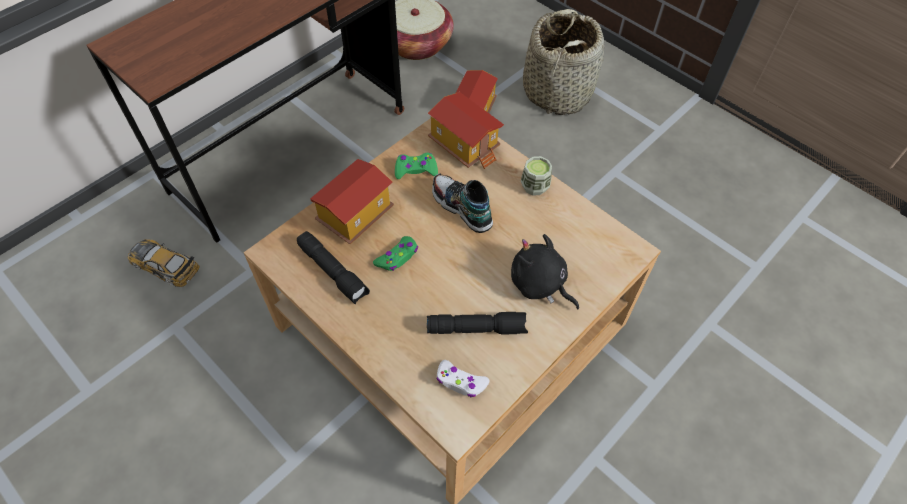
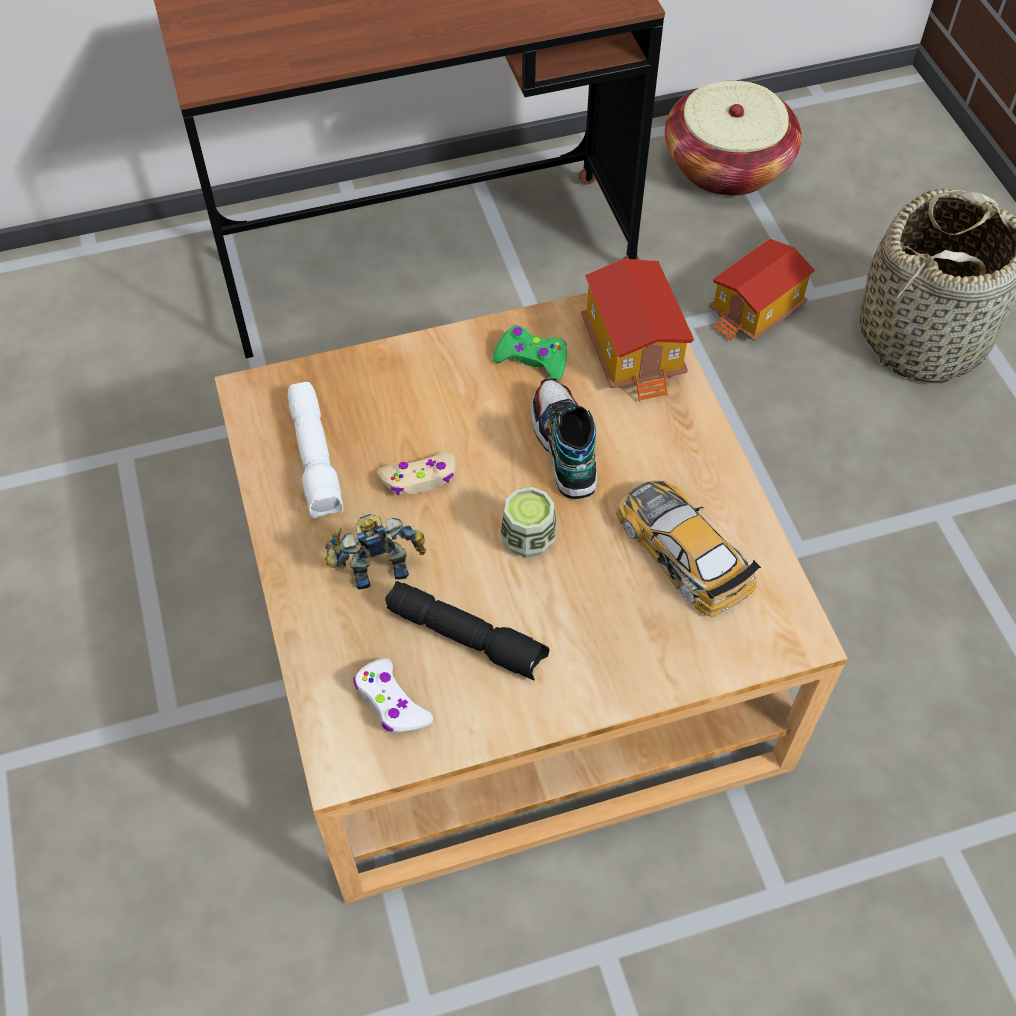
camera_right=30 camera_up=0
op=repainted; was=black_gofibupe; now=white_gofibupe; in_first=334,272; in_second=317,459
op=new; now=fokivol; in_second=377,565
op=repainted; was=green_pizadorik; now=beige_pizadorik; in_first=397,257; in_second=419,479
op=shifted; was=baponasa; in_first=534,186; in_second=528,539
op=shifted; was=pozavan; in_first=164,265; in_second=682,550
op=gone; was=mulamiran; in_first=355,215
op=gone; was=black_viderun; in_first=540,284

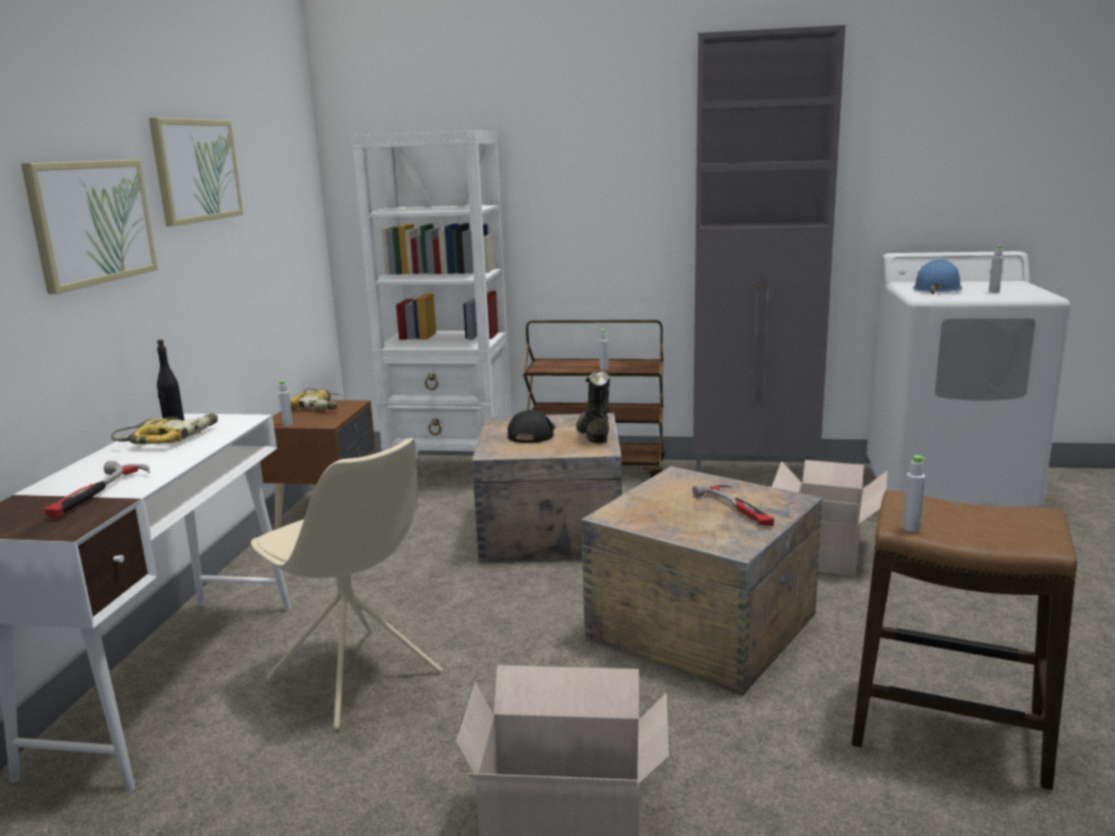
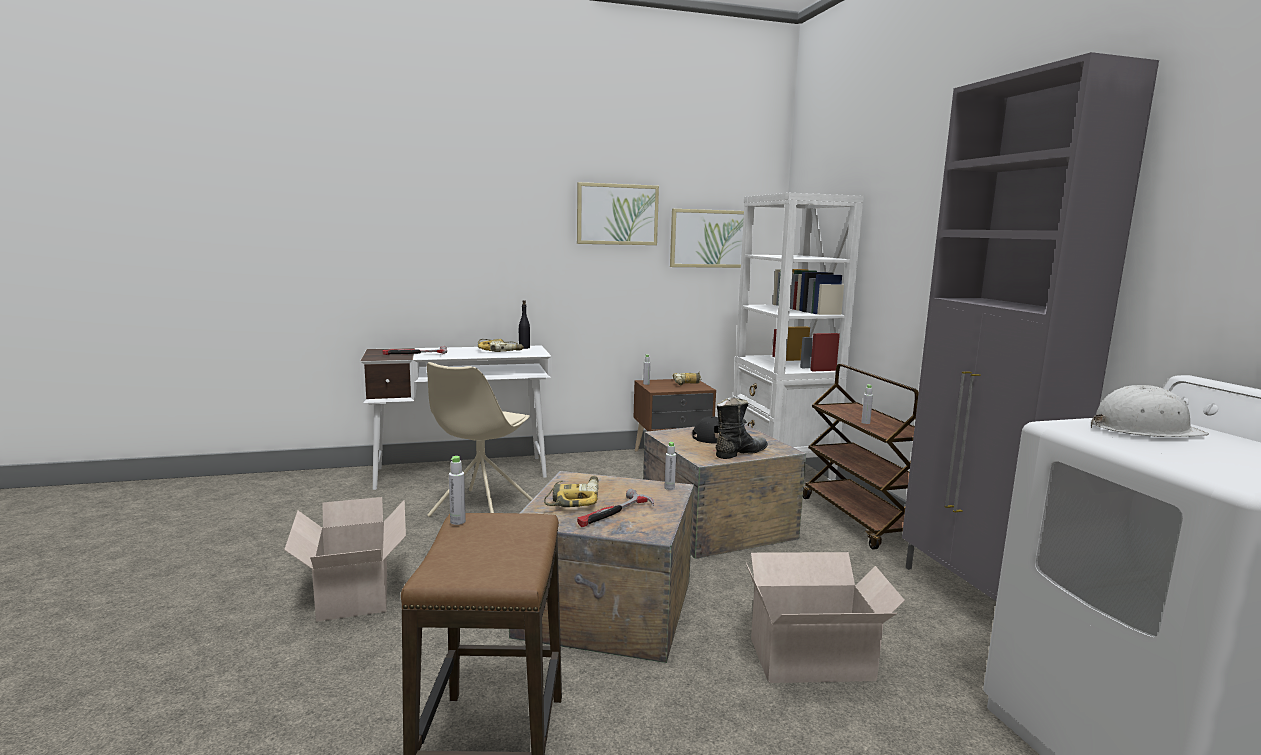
camera_right=65 camera_up=-5
op=new; now=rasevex; in_second=573,499
op=shifted; was=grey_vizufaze; in_first=994,291; in_second=669,488
op=shifted; was=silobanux; in_first=92,222; in_second=708,238
op=repainted; was=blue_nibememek; now=white_nibememek; in_first=937,289; in_second=1143,430

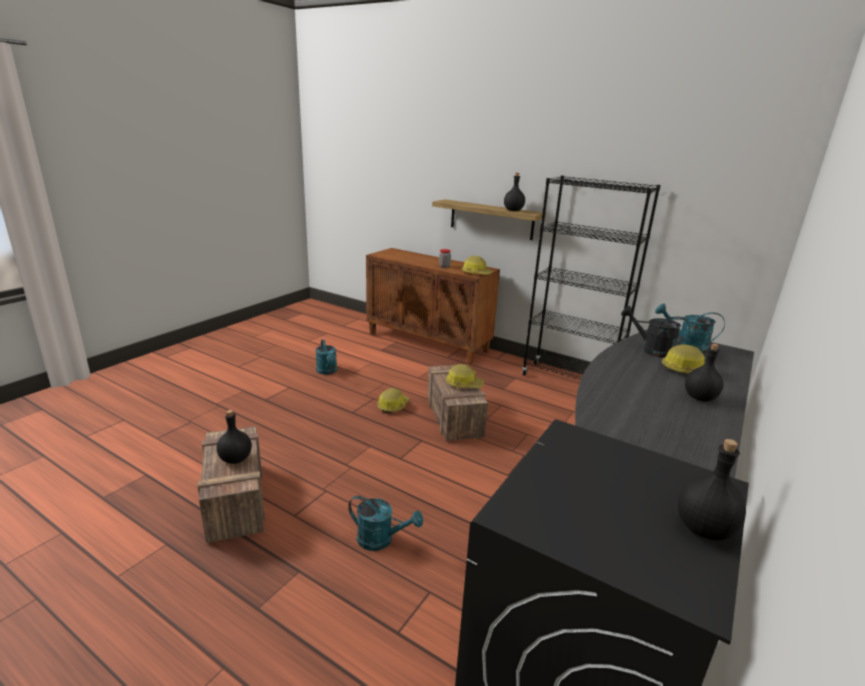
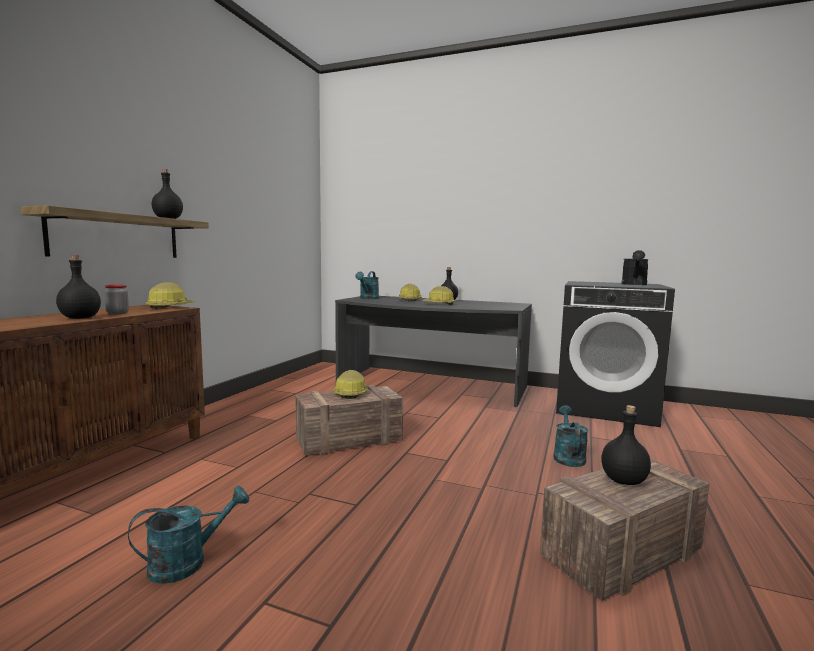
camera_right=-100 camera_up=-15
op=shifted; was=black_vizufaze; in_first=702,528; in_second=79,318
op=shifted; was=nibememek; in_first=393,406; in_second=439,304
op=shifted; was=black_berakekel; in_first=651,350; in_second=634,284
op=gone; was=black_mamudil; in_first=569,381

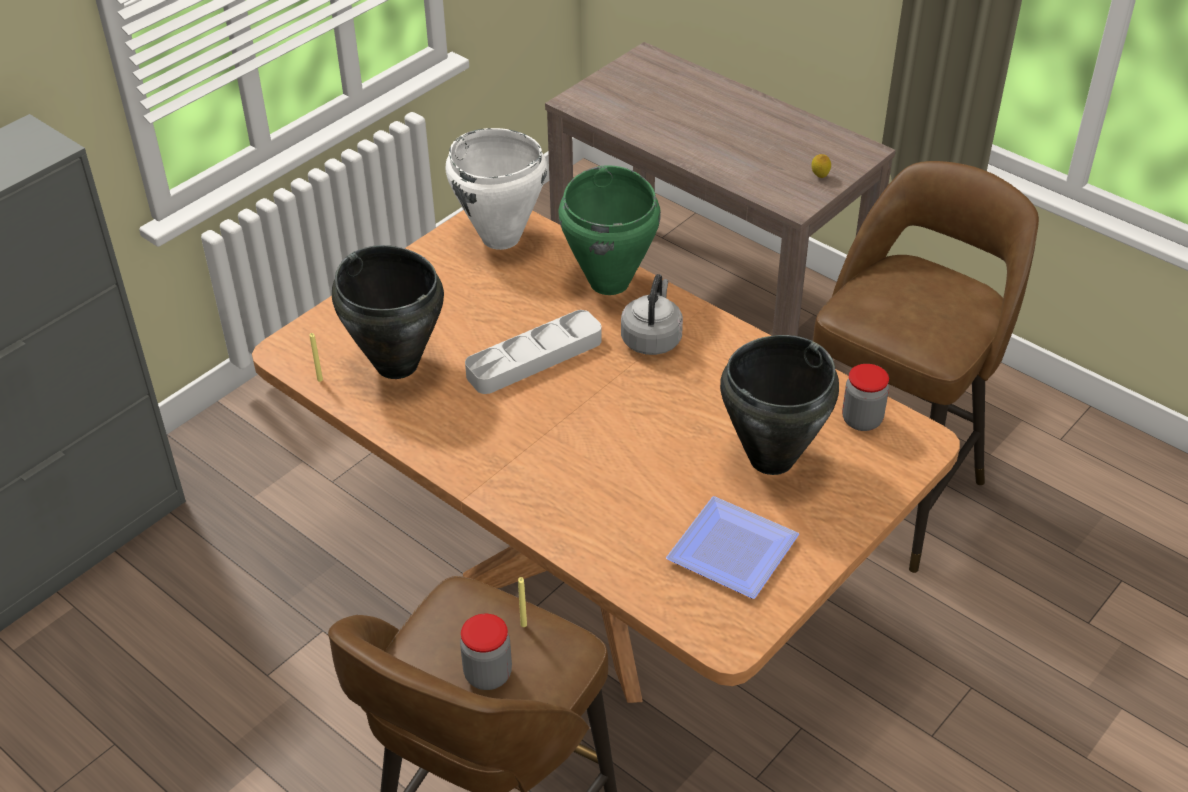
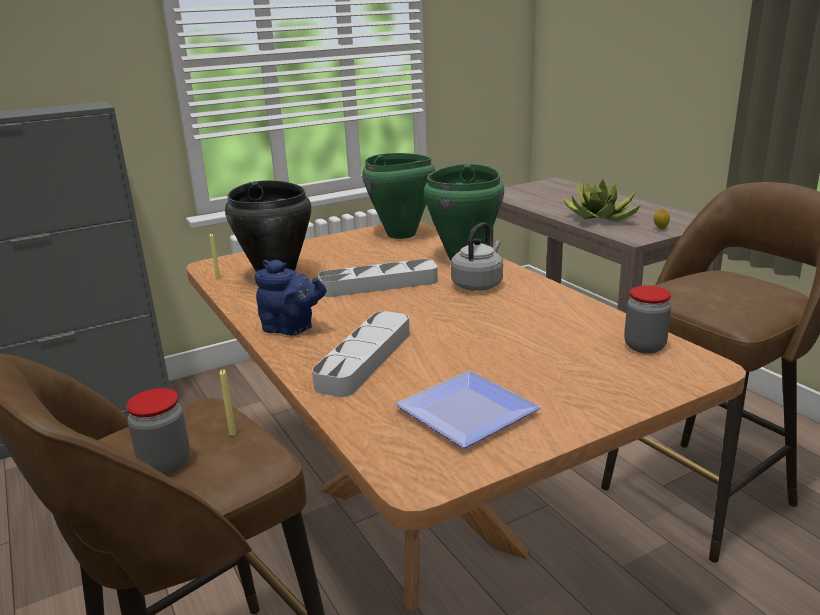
camera_right=20 camera_up=-20
op=new; now=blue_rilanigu; in_second=291,329
op=new; now=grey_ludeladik; in_second=365,359
op=repainted; was=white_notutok; now=green_notutok; in_first=501,238; in_second=401,234
op=new; now=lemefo; in_second=600,218
op=gone; was=black_notutok; in_first=770,458

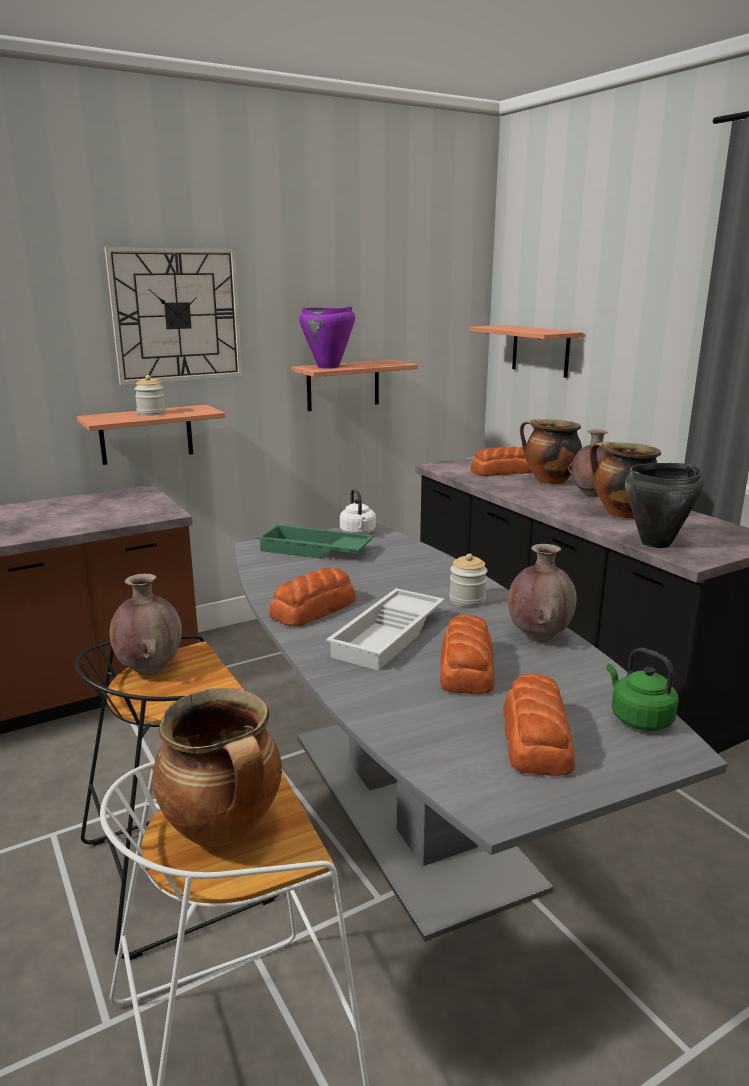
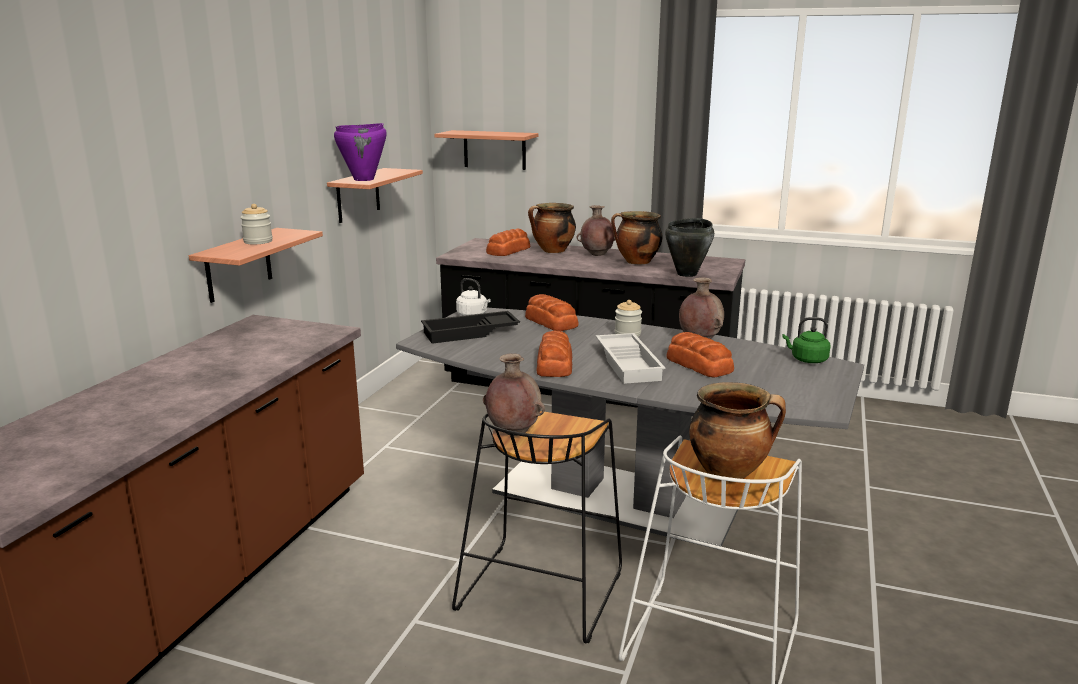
camera_right=-40 camera_up=0
op=repainted; was=green_ludeladik; now=black_ludeladik; in_first=314,550; in_second=470,333
op=shifted; was=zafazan; in_first=537,738; in_second=551,322
op=gone; was=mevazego; in_first=177,315

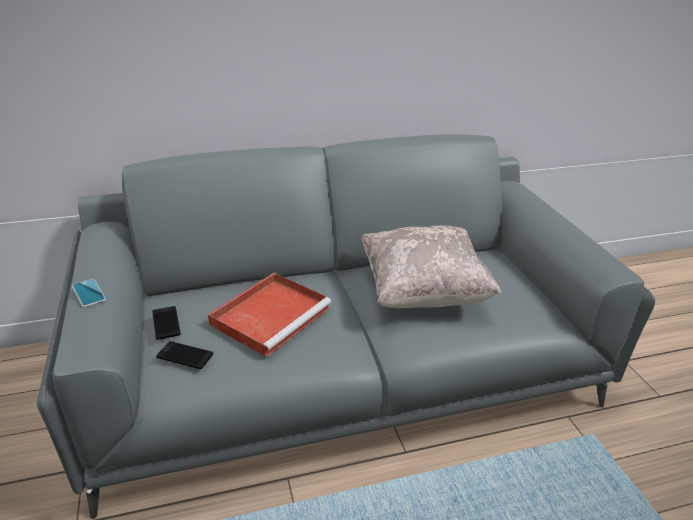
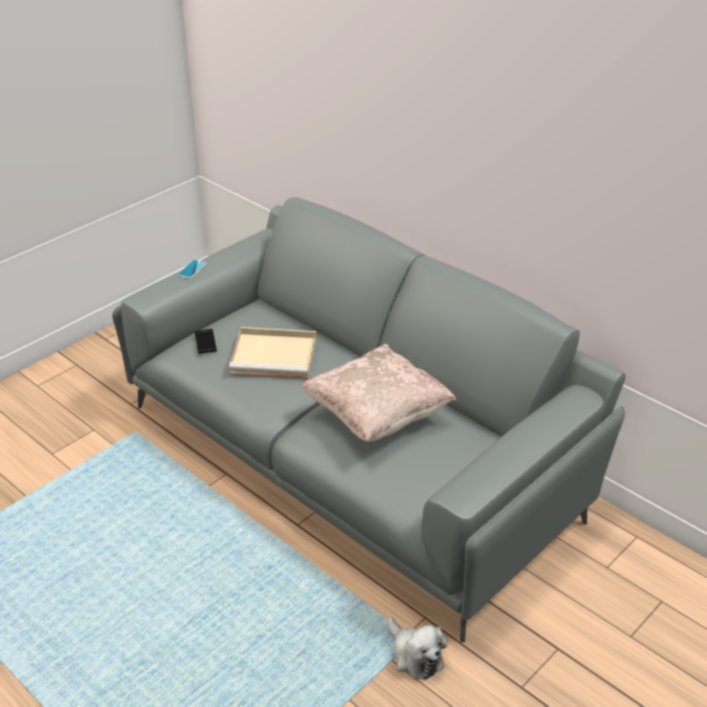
camera_right=60 camera_up=5
op=repainted; was=red_ludeladik; now=beige_ludeladik; in_first=271,315; in_second=276,355
op=new; now=viderun; in_second=415,655
op=gone; was=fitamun; in_first=166,323

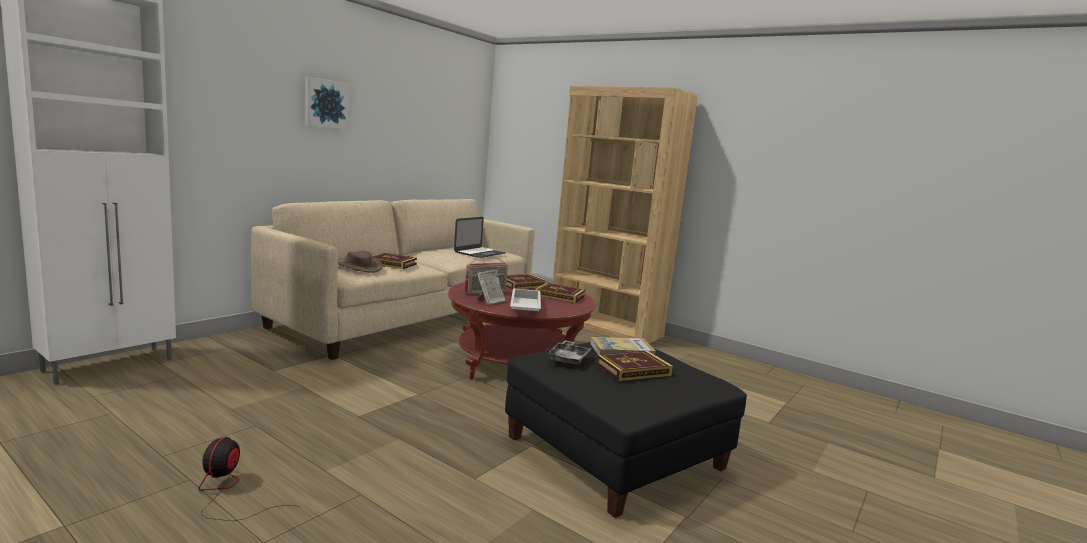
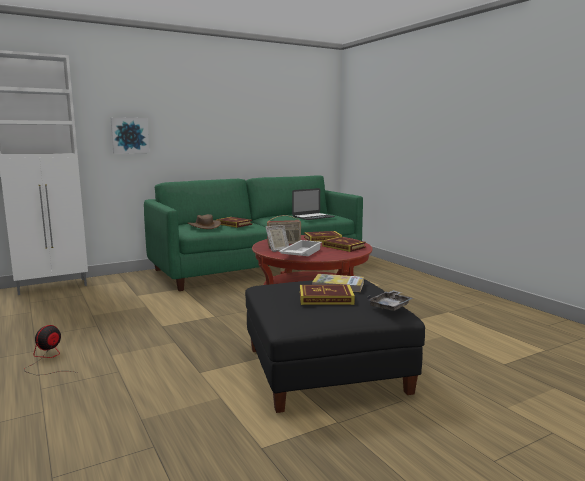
camera_right=25 camera_up=0
op=shifted; was=silobanux; in_first=325,104; in_second=129,135
op=repainted; was=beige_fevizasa; now=green_fevizasa; in_first=407,317; in_second=258,266
op=shifted; was=grey_ludeladik; in_first=568,359; in_second=390,306
op=gone; was=brown_mamudil; in_first=605,327

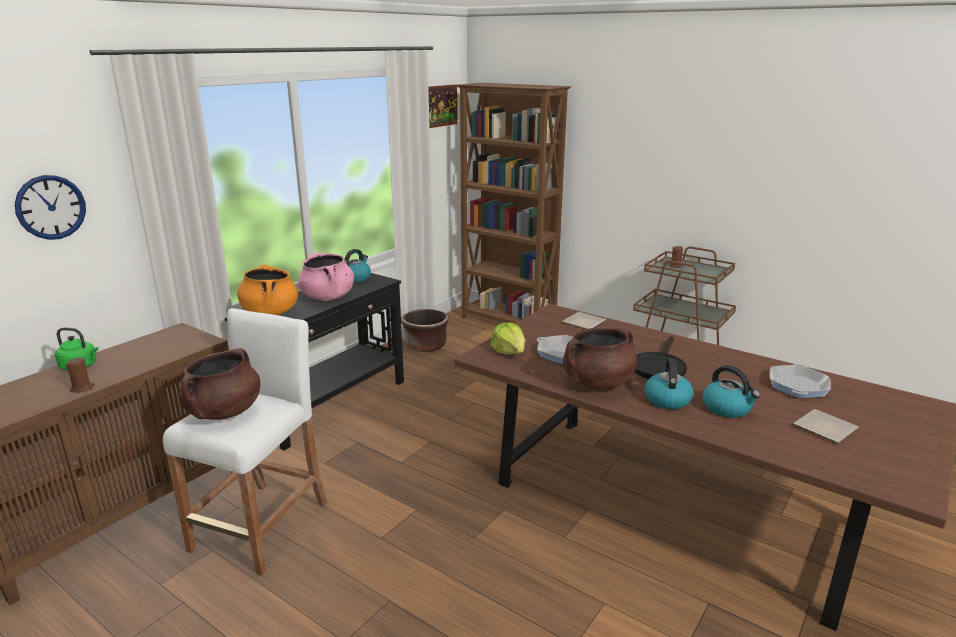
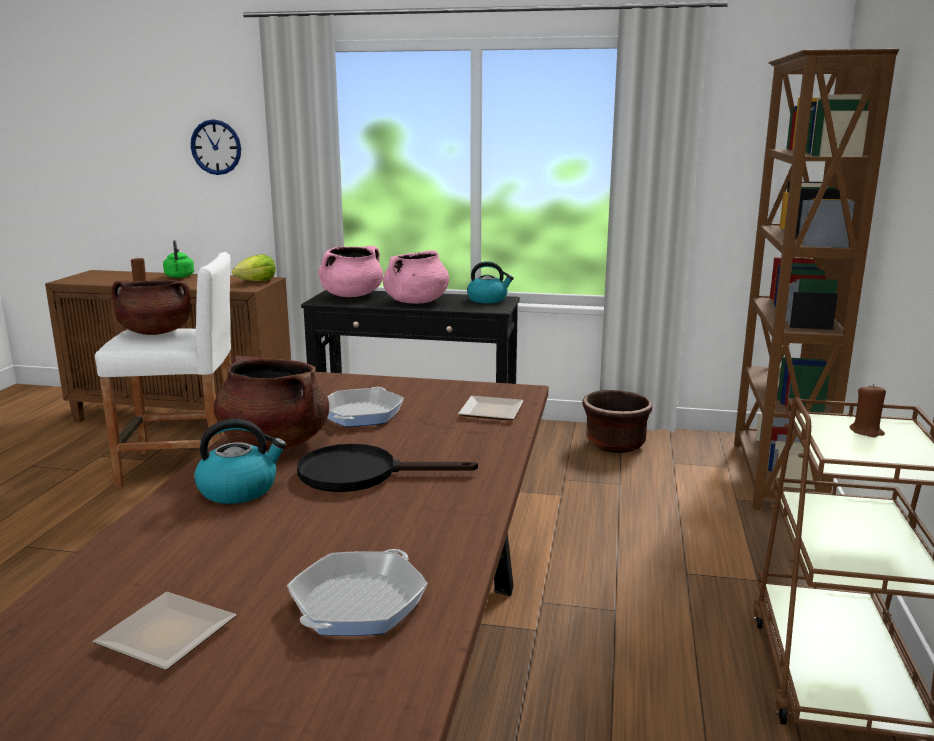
camera_right=65 camera_up=-5
op=shifted; was=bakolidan; in_first=509,351; in_second=256,282
op=rotated; was=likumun; in_first=797,386; in_second=358,603; clockwise=120
op=repainted; was=orange_notutok; now=pink_notutok; in_first=270,313; in_second=352,295
op=gone; was=silobanux; in_first=439,106
op=gone; was=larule; in_first=727,408

